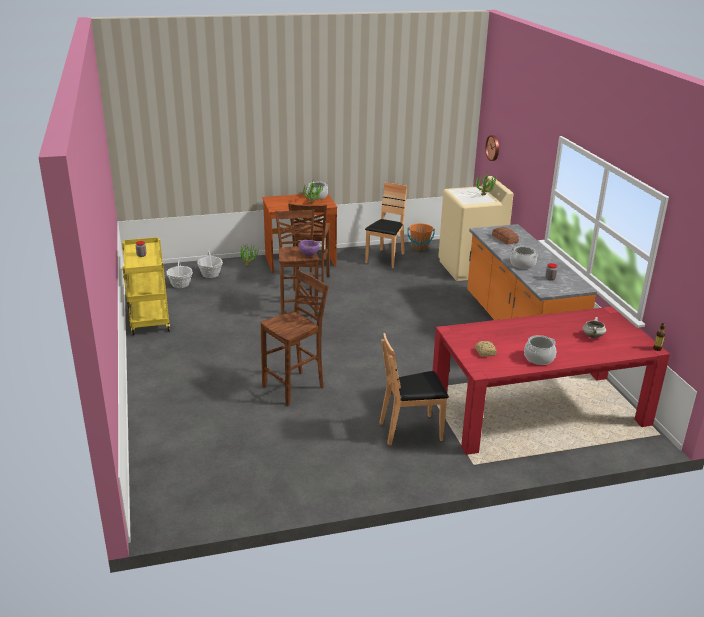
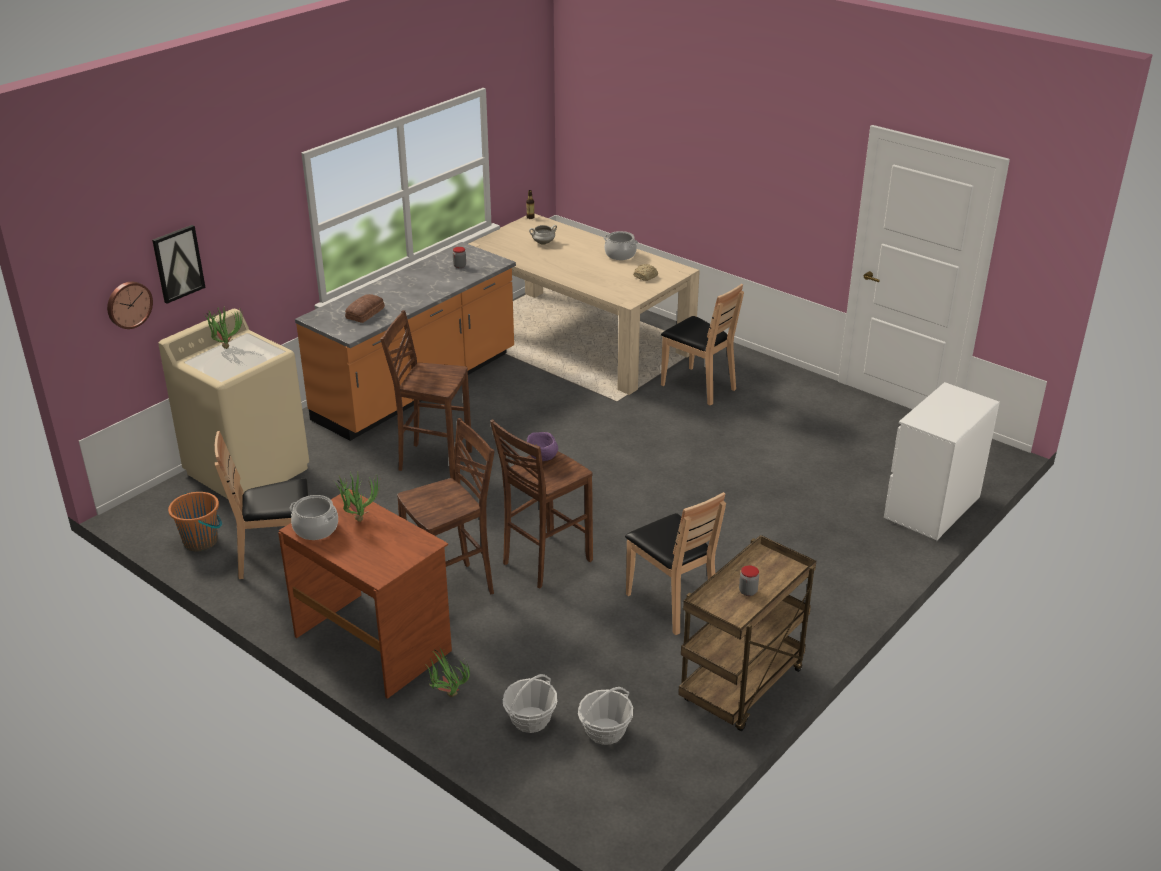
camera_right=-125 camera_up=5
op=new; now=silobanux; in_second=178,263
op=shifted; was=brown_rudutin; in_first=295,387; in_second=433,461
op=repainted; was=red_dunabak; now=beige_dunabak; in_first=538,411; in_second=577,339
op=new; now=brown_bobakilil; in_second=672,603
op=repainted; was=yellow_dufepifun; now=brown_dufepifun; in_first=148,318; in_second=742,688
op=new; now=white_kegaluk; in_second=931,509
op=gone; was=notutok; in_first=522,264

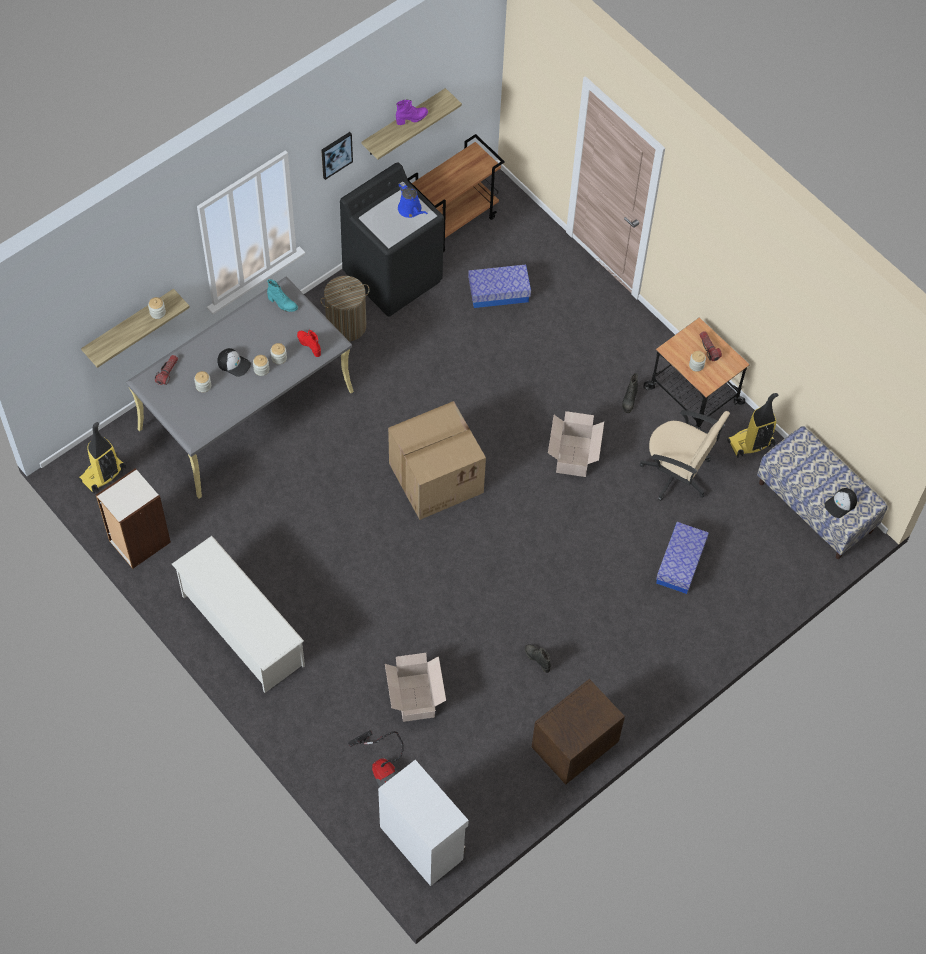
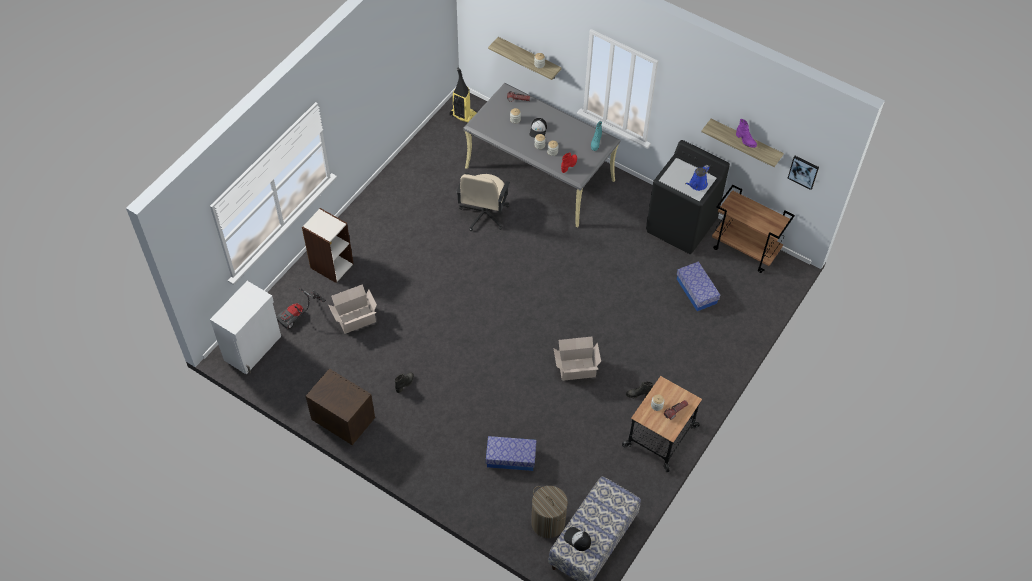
camera_right=75 camera_up=-5
op=shifted; was=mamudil; in_first=139,542; in_second=331,265
op=shifted; was=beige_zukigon; in_first=677,474; in_second=484,214
op=shifted; was=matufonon; in_first=346,325; in_second=548,522
op=shifted; was=silobanux; in_first=336,154; in_second=803,172
op=gone; was=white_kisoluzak; in_first=242,630
op=gone; was=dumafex; in_first=436,476
op=gone; was=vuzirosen; in_first=750,444

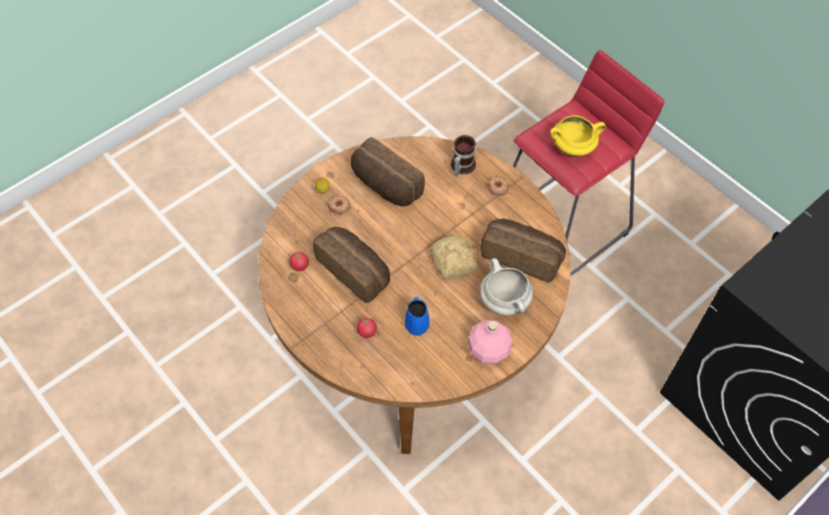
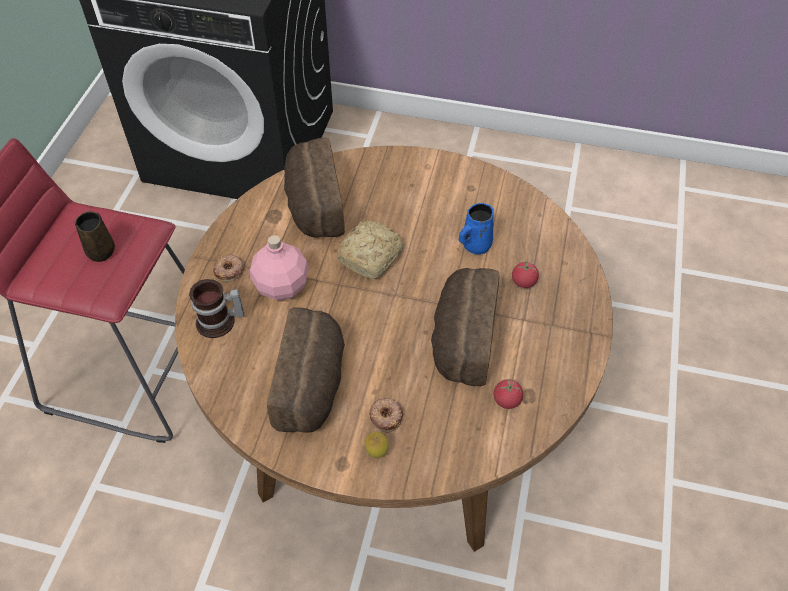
camera_right=-125 camera_up=-5
op=swapped; was=yellow_notutok; now=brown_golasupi; in_first=573,147; in_second=101,250
op=shifted; was=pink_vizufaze; in_first=488,350; in_second=282,285
op=gone; was=white_notutok; in_first=505,302

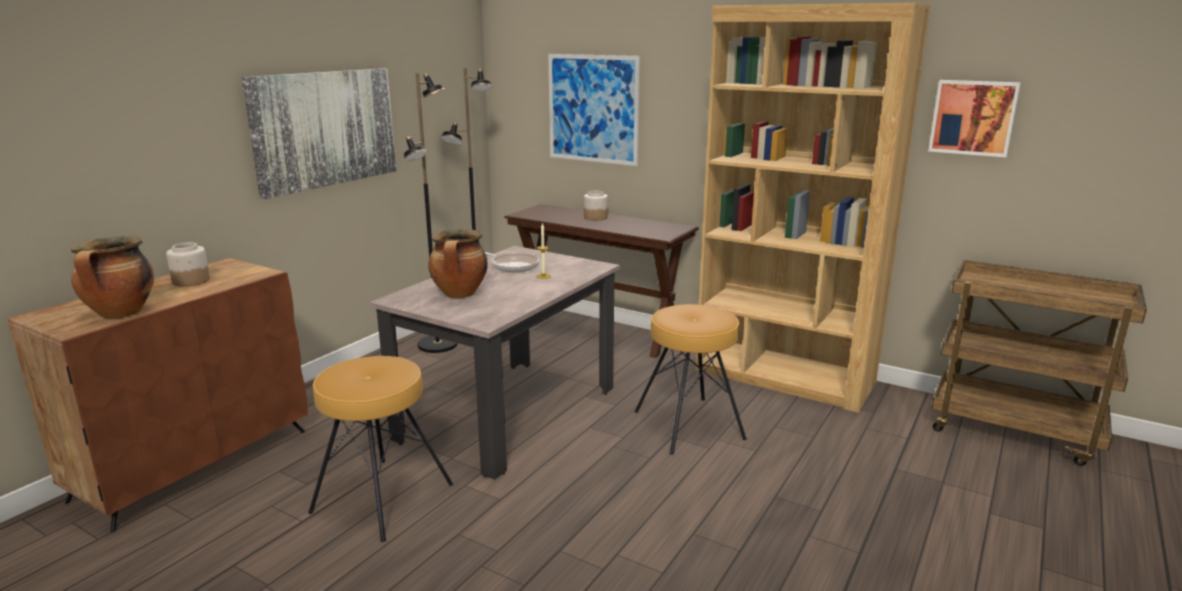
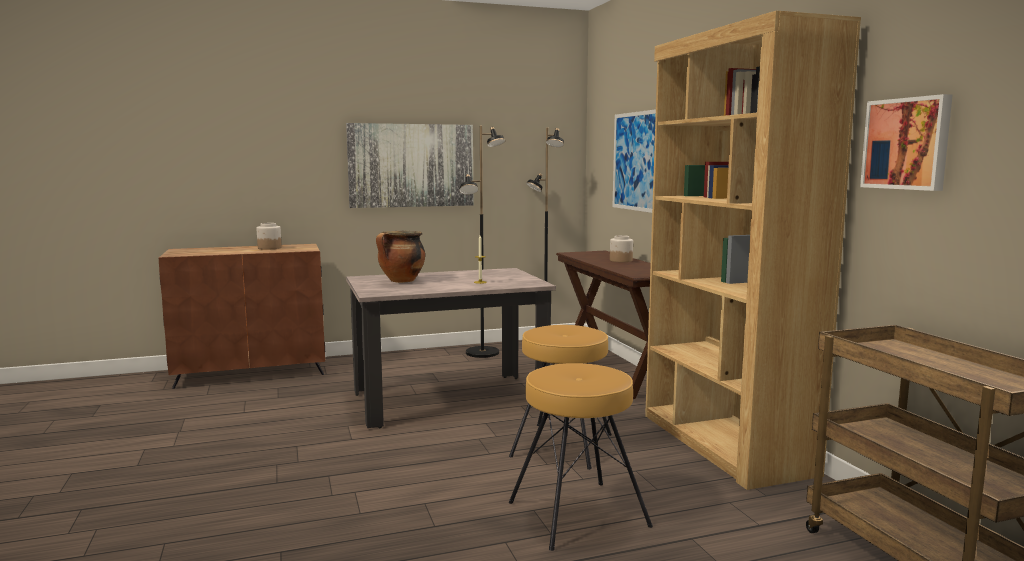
camera_right=40 camera_up=-10
op=shifted; was=brown_rudutin; in_first=381,497; in_second=577,513
op=gone; was=notutok; in_first=121,314
op=gone; was=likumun; in_first=512,266

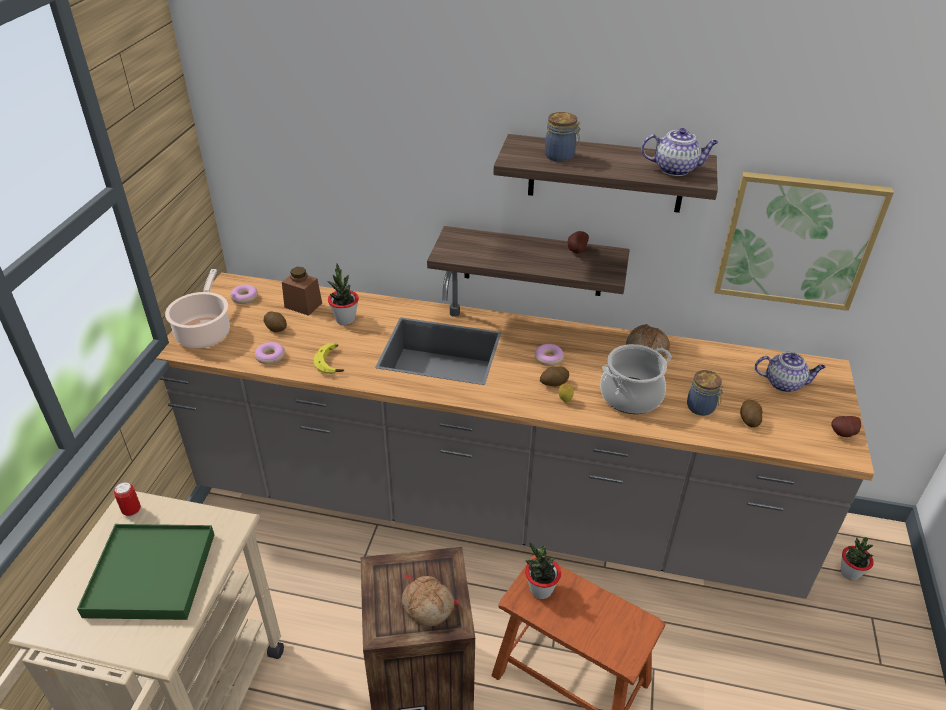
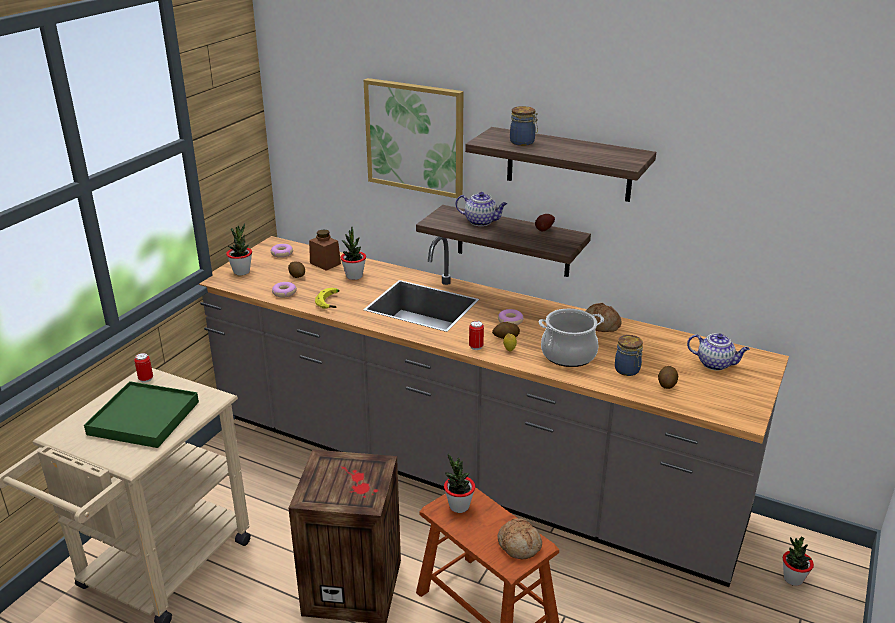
camera_right=15 camera_up=-10
op=swapped; was=notutok; now=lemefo; in_first=204,332; in_second=241,272
op=shifted; was=silobanux; in_first=797,241; in_second=415,137
op=shifted; was=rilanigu; in_first=675,169; in_second=481,222
op=new; now=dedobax; in_second=476,347
op=shifted; was=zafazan; in_first=428,605; in_second=519,545
op=gone; was=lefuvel; in_first=844,434

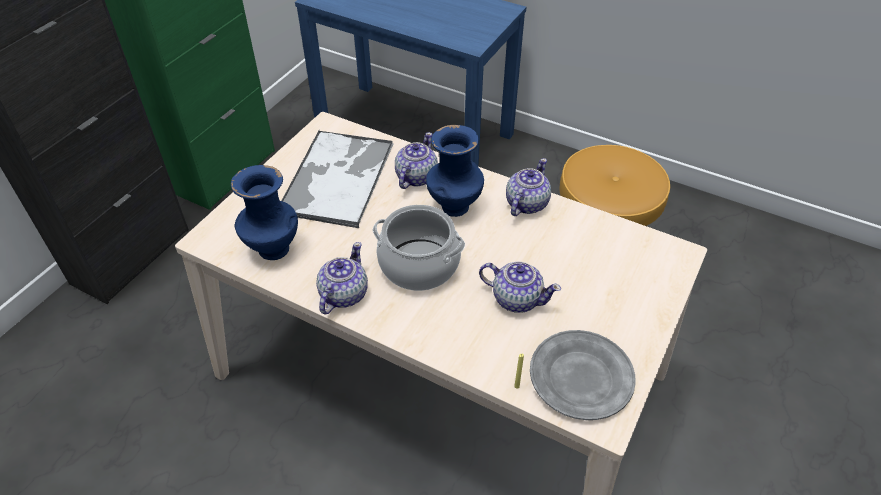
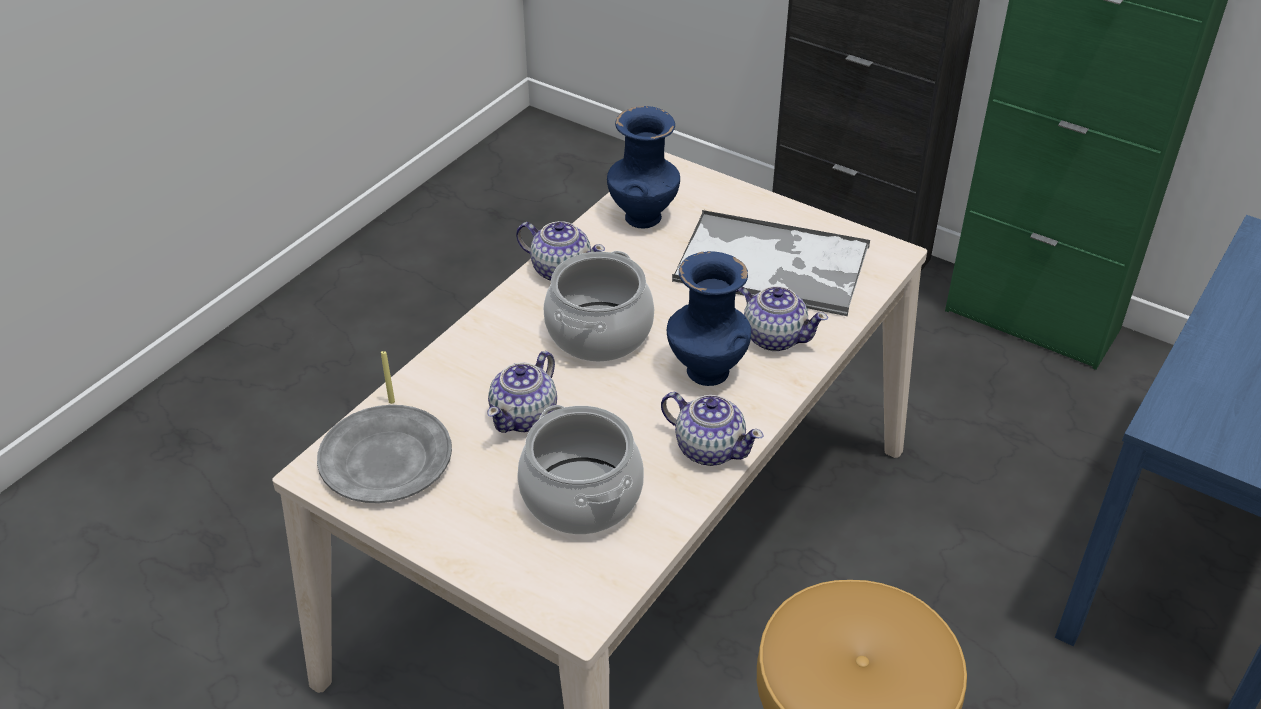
camera_right=95 camera_up=-5
op=new; now=notutok; in_second=582,496

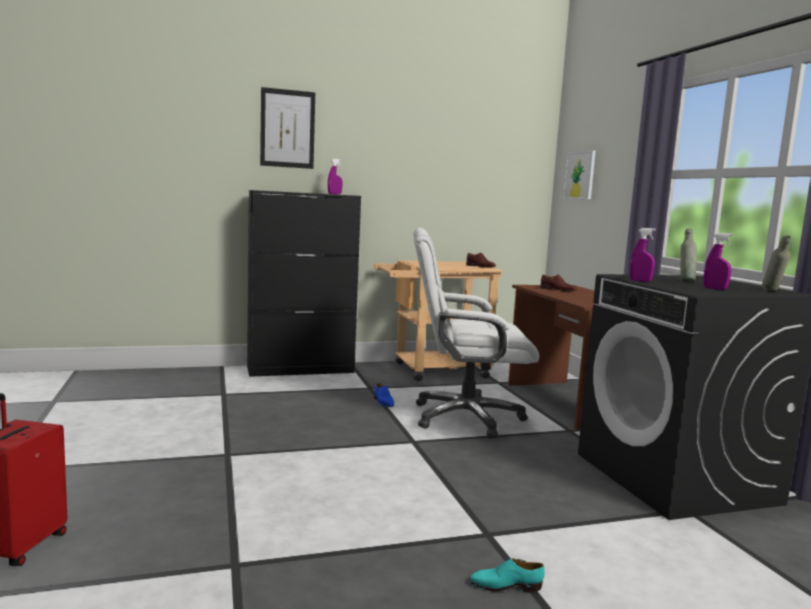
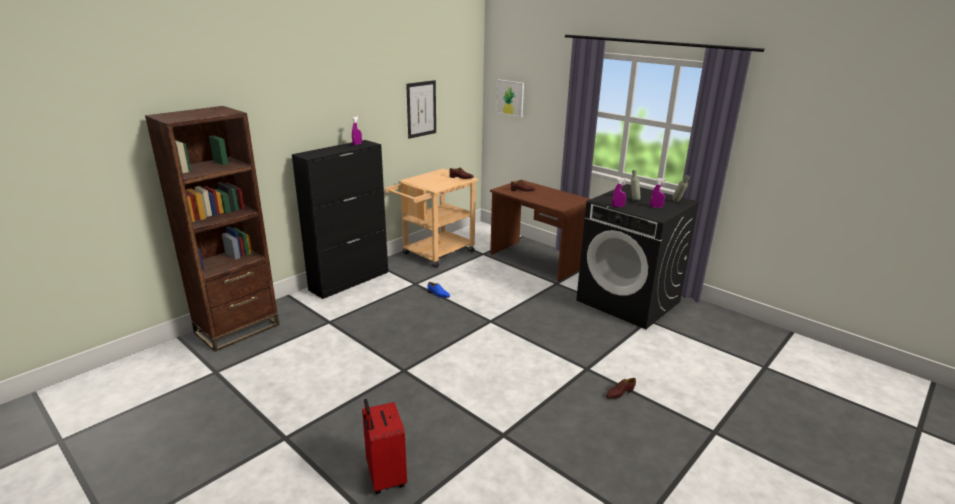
camera_right=-30 camera_up=15
op=new; now=brown_mamudil; in_second=237,329
op=shifted; was=silobanux; in_first=287,128; in_second=421,109
op=repainted; was=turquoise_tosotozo; now=brown_tosotozo; in_first=505,586; in_second=619,393
op=gone; was=white_zukigon; in_first=465,417

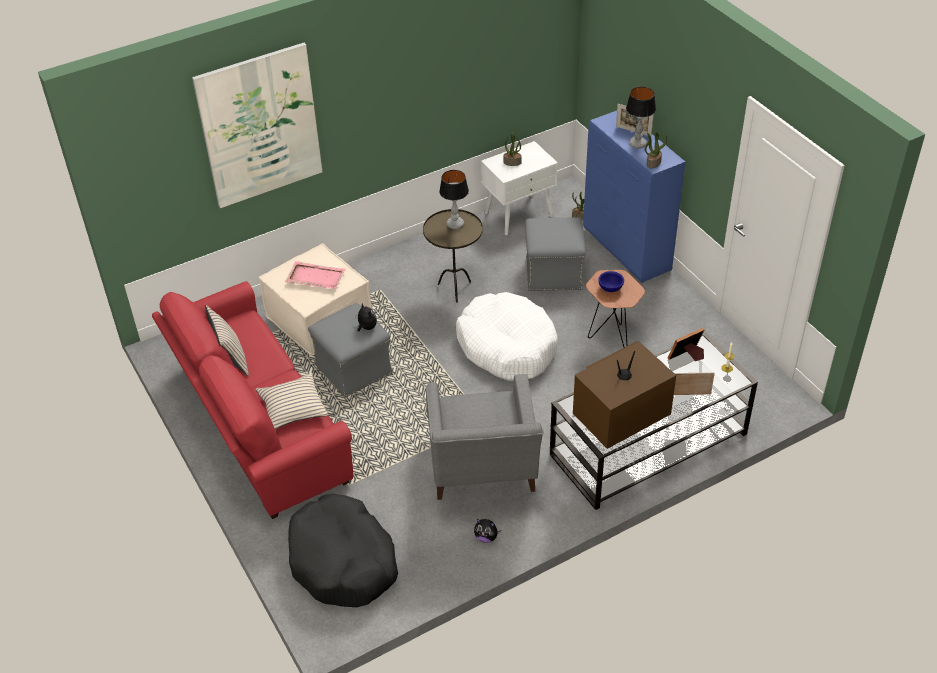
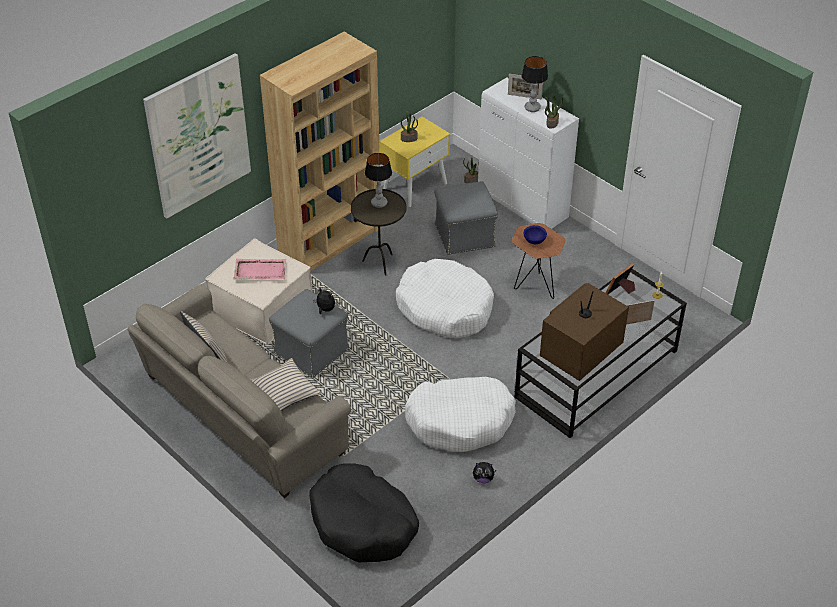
camera_right=-15 camera_up=0
op=repainted; was=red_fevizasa; now=beige_fevizasa; in_first=257,426; in_second=239,417
op=new; now=brown_mamudil; in_second=330,240
op=repainted; was=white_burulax; now=yellow_burulax; in_first=519,214; in_second=415,186
op=swapped; was=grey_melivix; now=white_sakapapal; in_first=483,470; in_second=460,421
op=repainted; was=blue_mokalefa; now=white_mokalefa; in_first=627,250; in_second=523,205

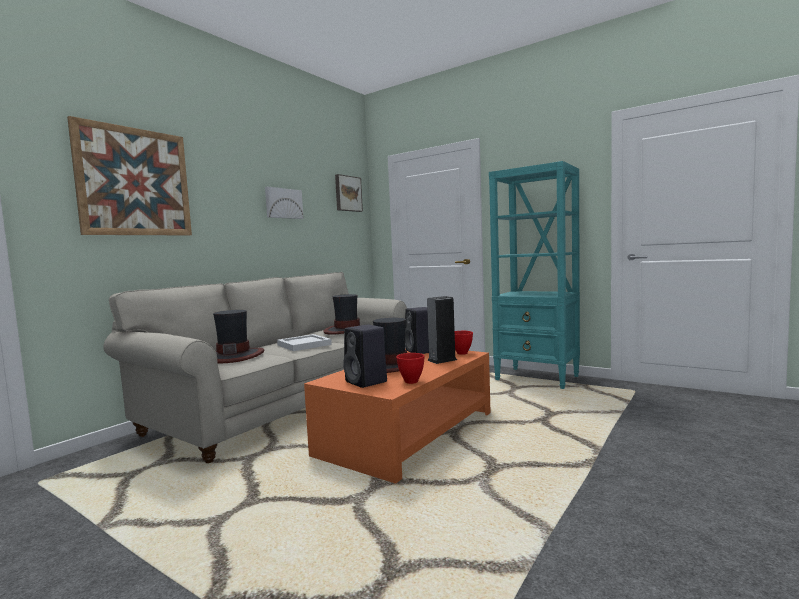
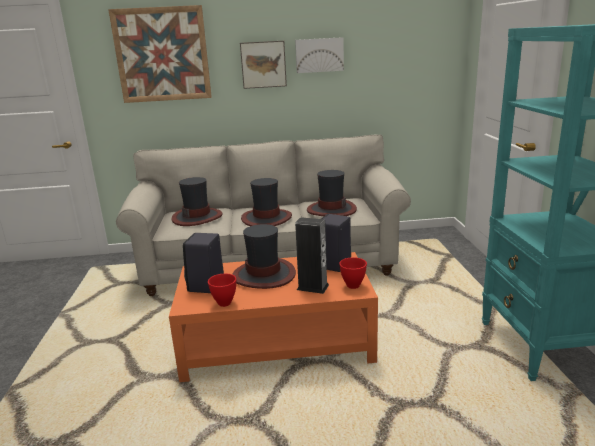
camera_right=50 camera_up=15
op=shifted; was=silobanux; in_first=347,193; in_second=263,64
op=swapped; was=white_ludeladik; now=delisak; in_first=303,345; in_second=266,218

